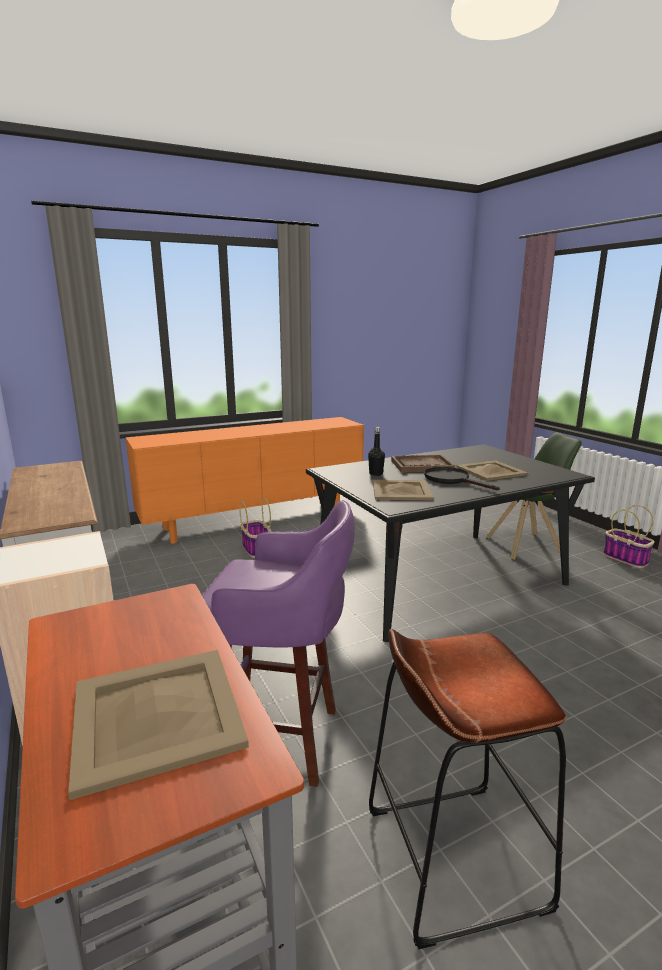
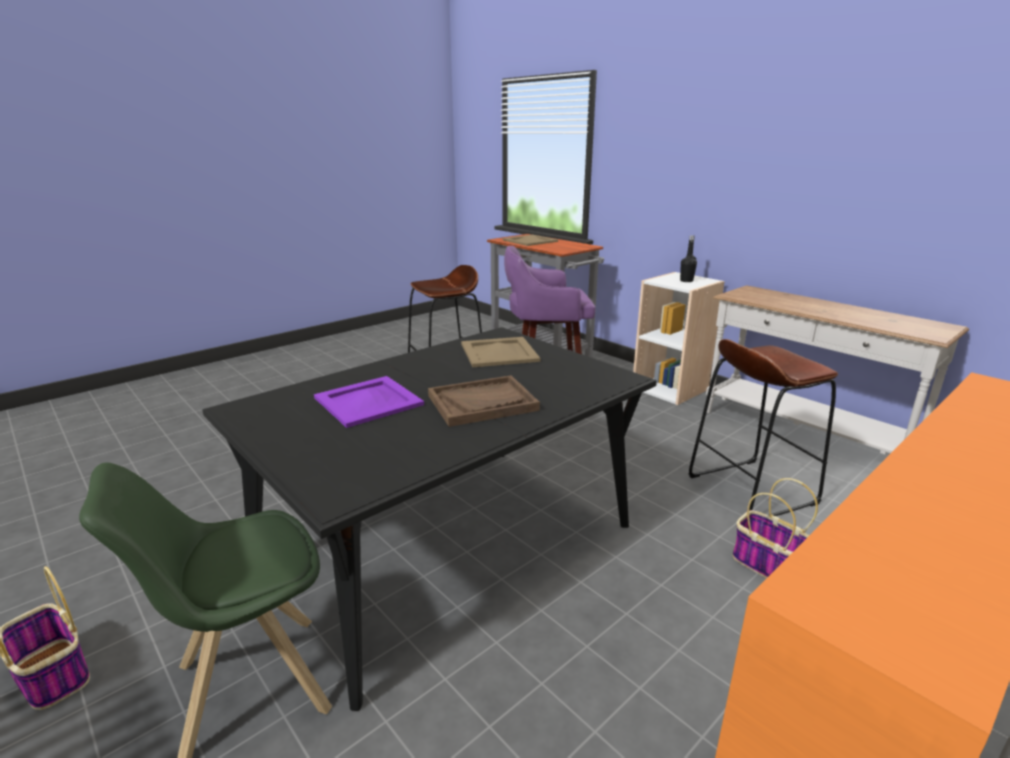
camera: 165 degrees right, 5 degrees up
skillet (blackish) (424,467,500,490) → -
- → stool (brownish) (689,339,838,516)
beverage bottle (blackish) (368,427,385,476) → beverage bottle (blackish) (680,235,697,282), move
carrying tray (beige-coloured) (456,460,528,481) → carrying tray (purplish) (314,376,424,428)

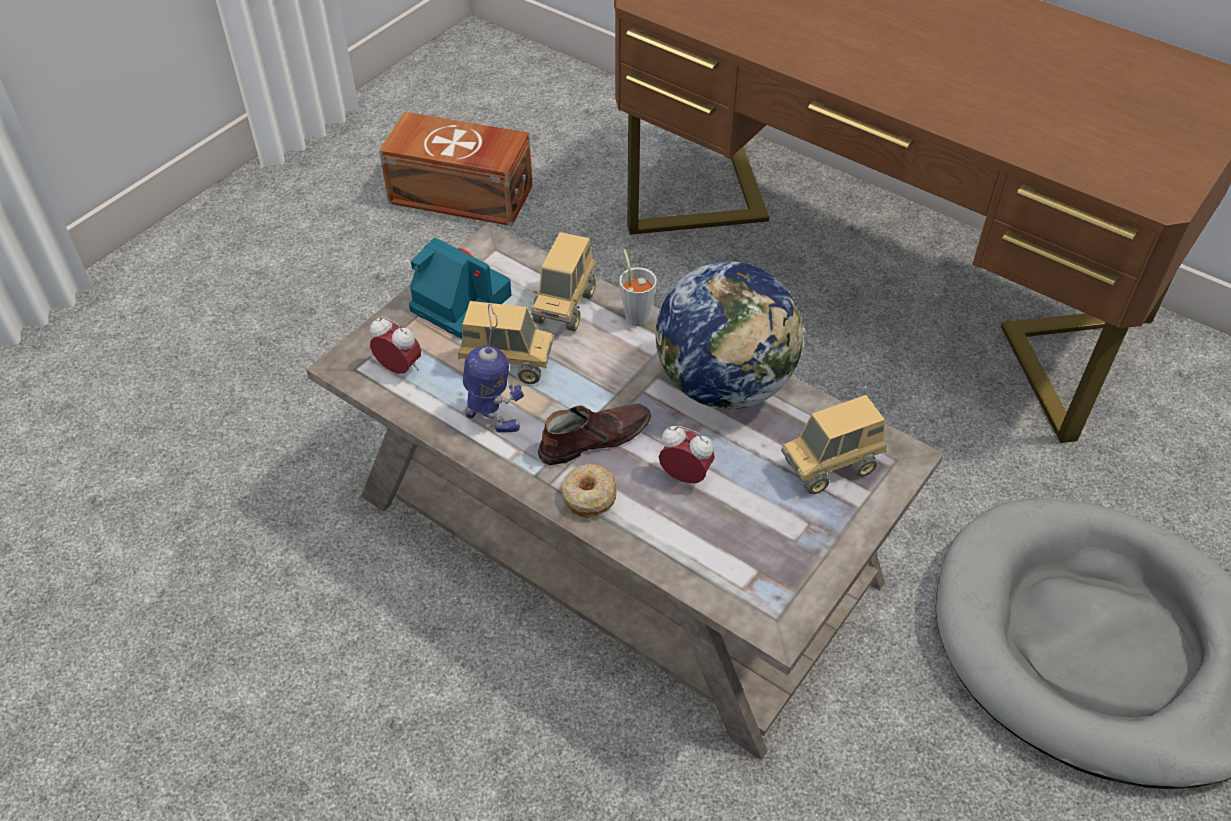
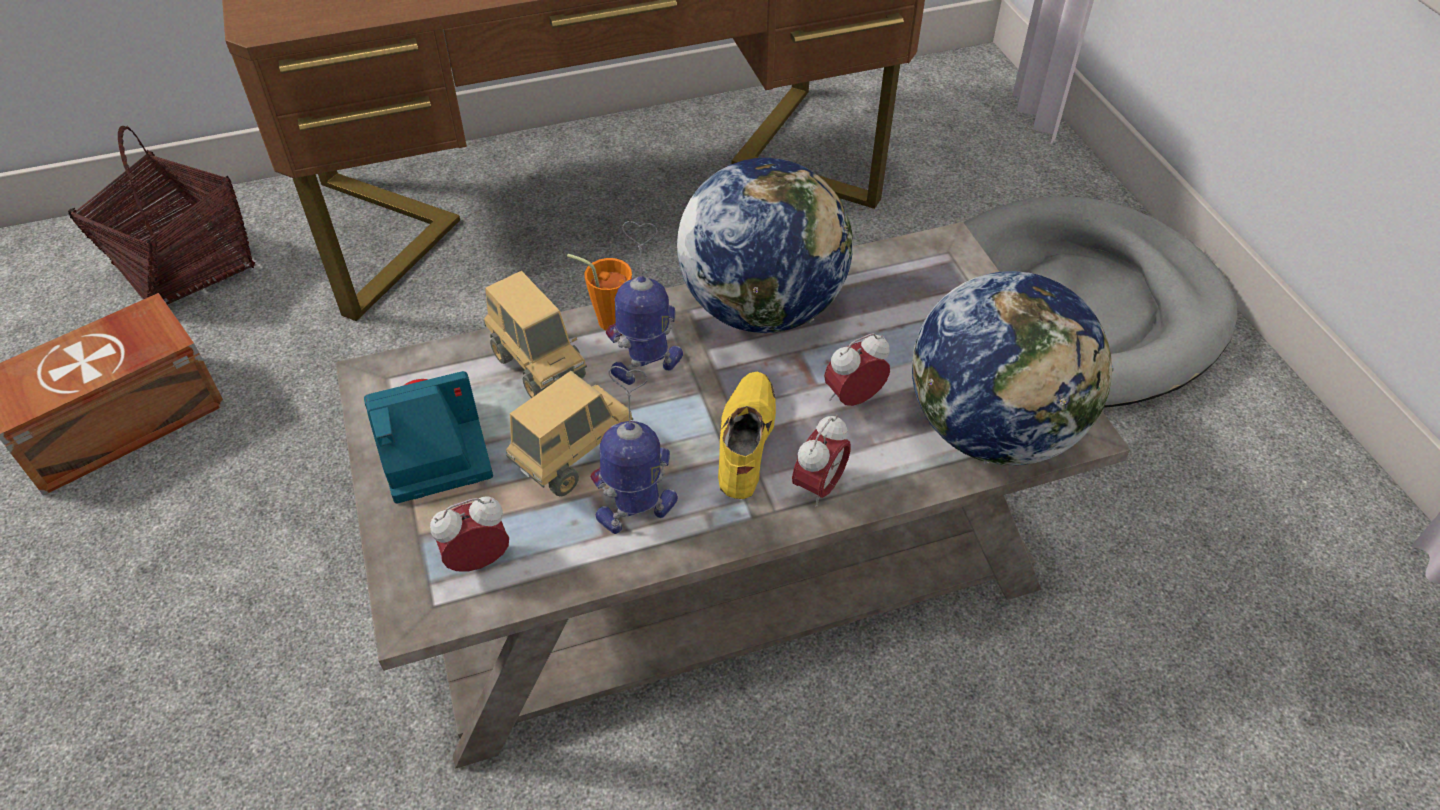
camera: 55 degrees left, 0 degrees up
toy lorry (781,395,887,494) → -
- → basket (68,126,255,304)
- → model robot (606,221,683,385)
- → globe (912,271,1114,466)
donut (561,464,617,518) → table clock (792,415,851,508)
item of footwear (brownish) (538,403,651,465) → item of footwear (yellow-coloured) (718,372,776,499)
drinking cup (gray) (619,249,657,326) → drinking cup (orange) (567,254,632,330)

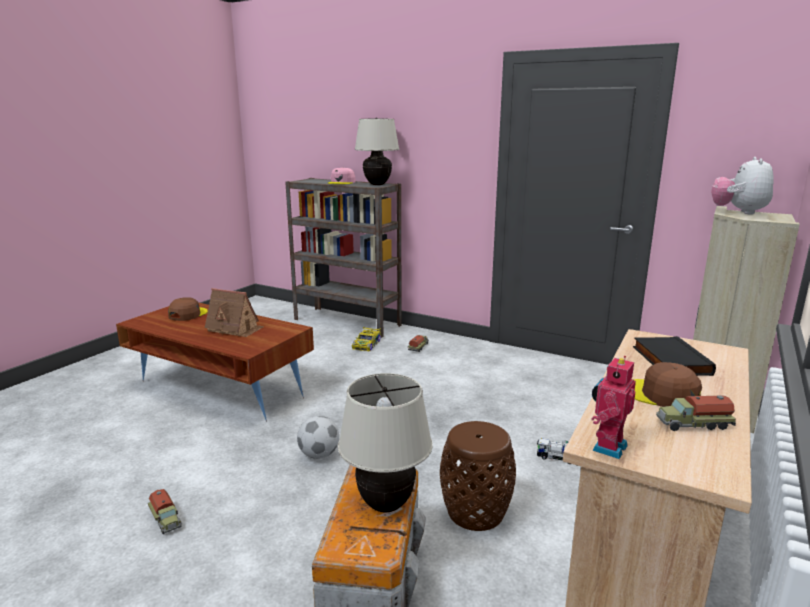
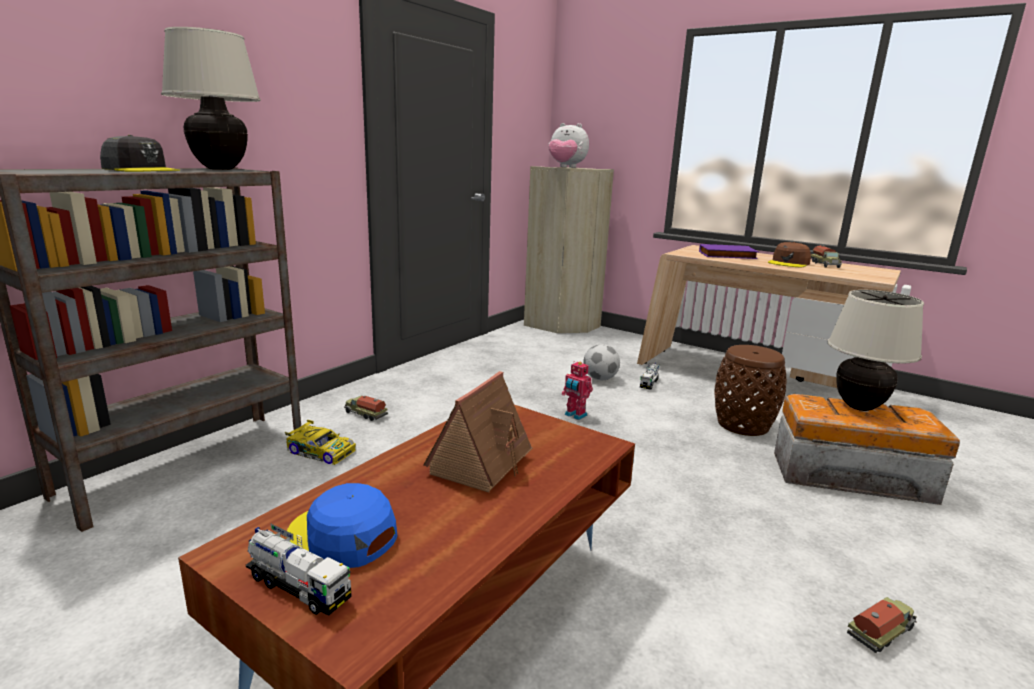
camera: 85 degrees left, 0 degrees up
- → toy lorry (246,523,352,616)
football ball (297,416,339,459) → football ball (583,344,620,380), move
model robot (591,356,636,459) → model robot (562,361,593,420), move
peaked cap (brownish) (168,297,208,321) → peaked cap (blue) (287,483,397,568)
peaked cap (pinkish) (327,167,356,184) → peaked cap (gray) (100,135,180,172)
book (blackish) (633,336,716,376) → book (purplish) (699,244,759,259)

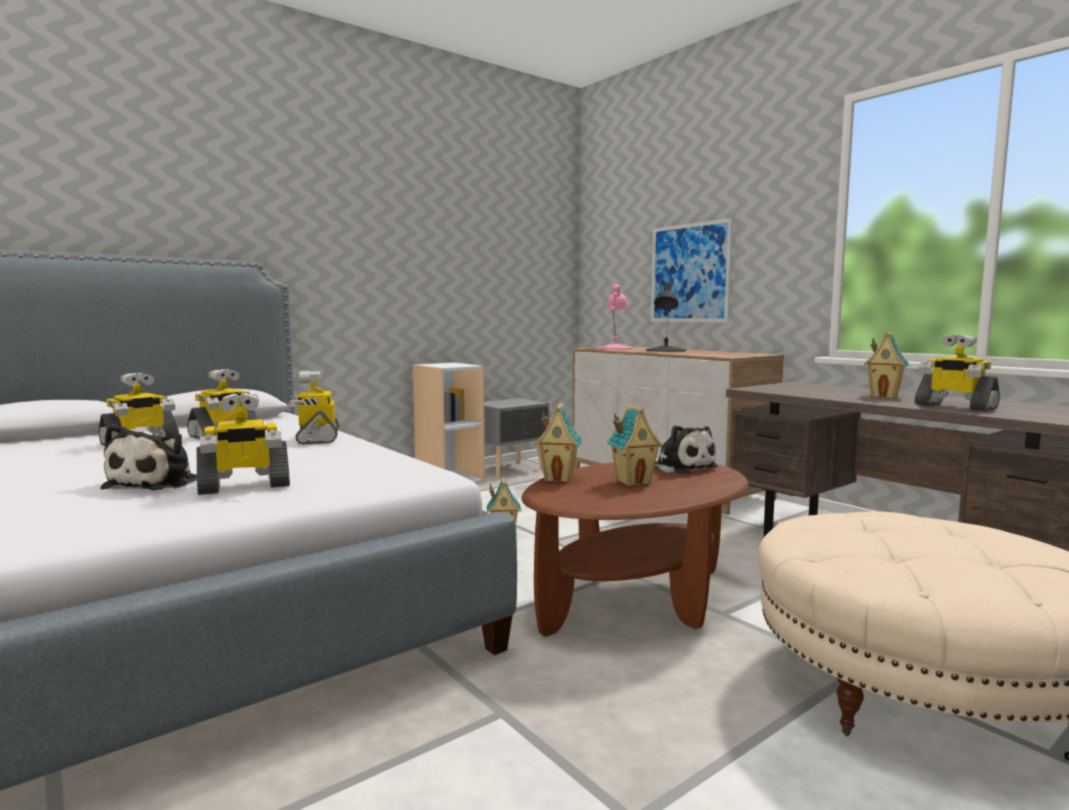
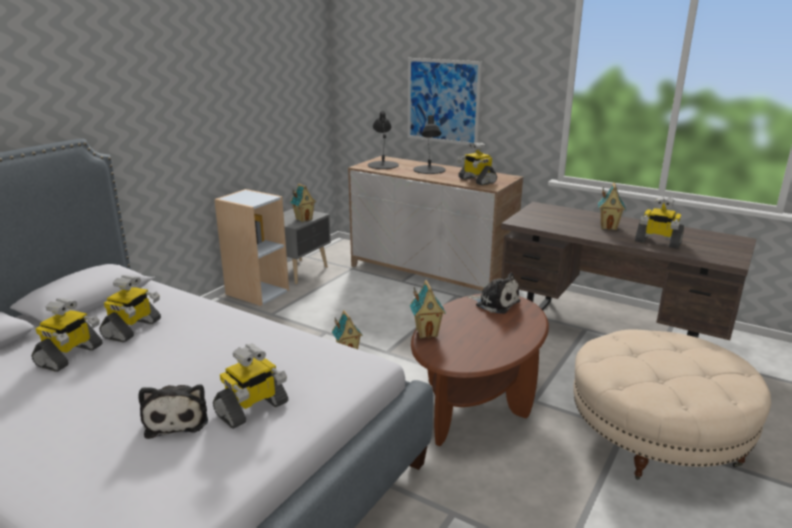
camera: 20 degrees left, 15 degrees up
model robot (286,371,339,445) → model robot (457,142,497,185), move
toy house (607,405,662,486) → toy house (290,183,316,222), move
tabletop lamp (pinkish) (597,284,634,349) → tabletop lamp (blackish) (368,111,399,169)

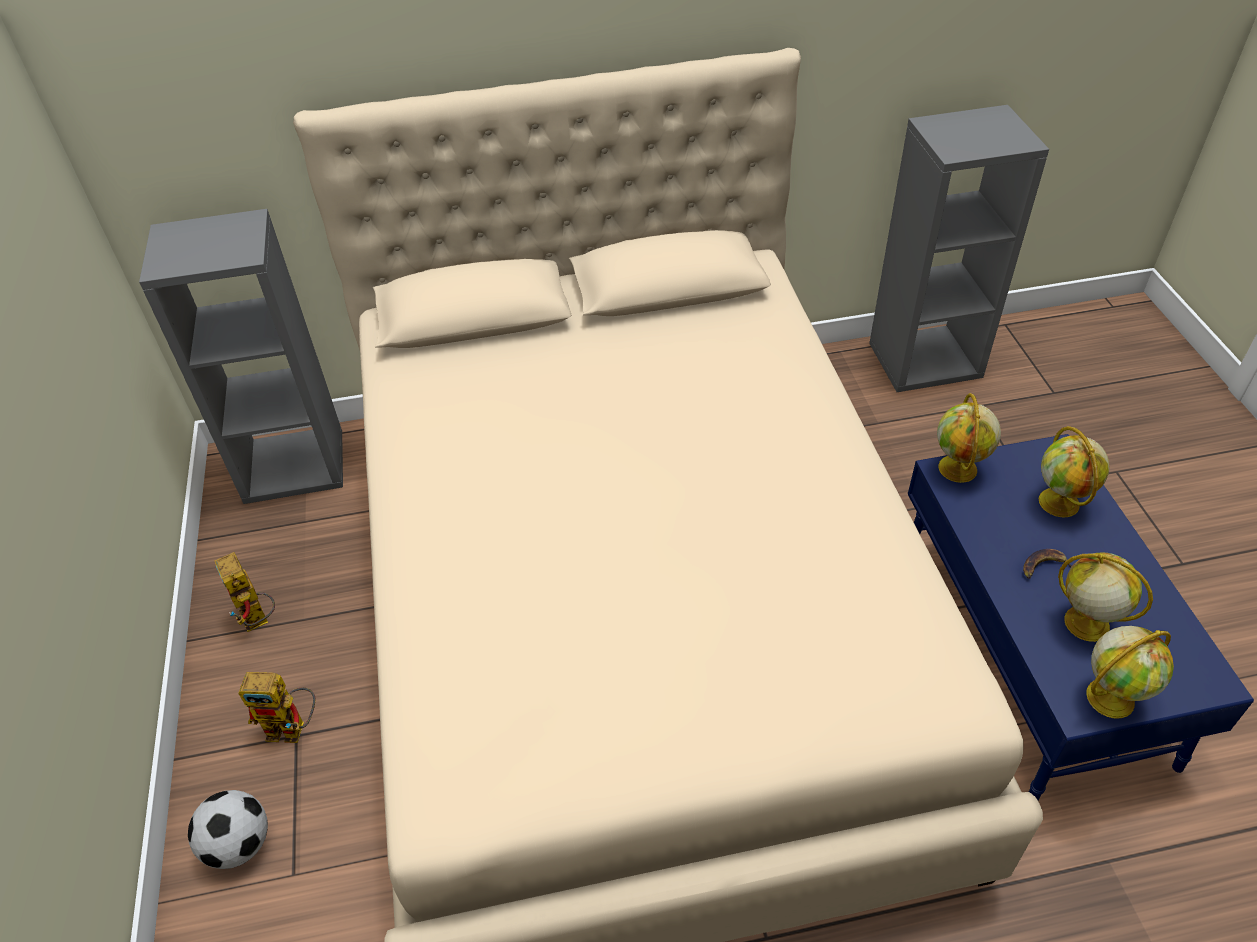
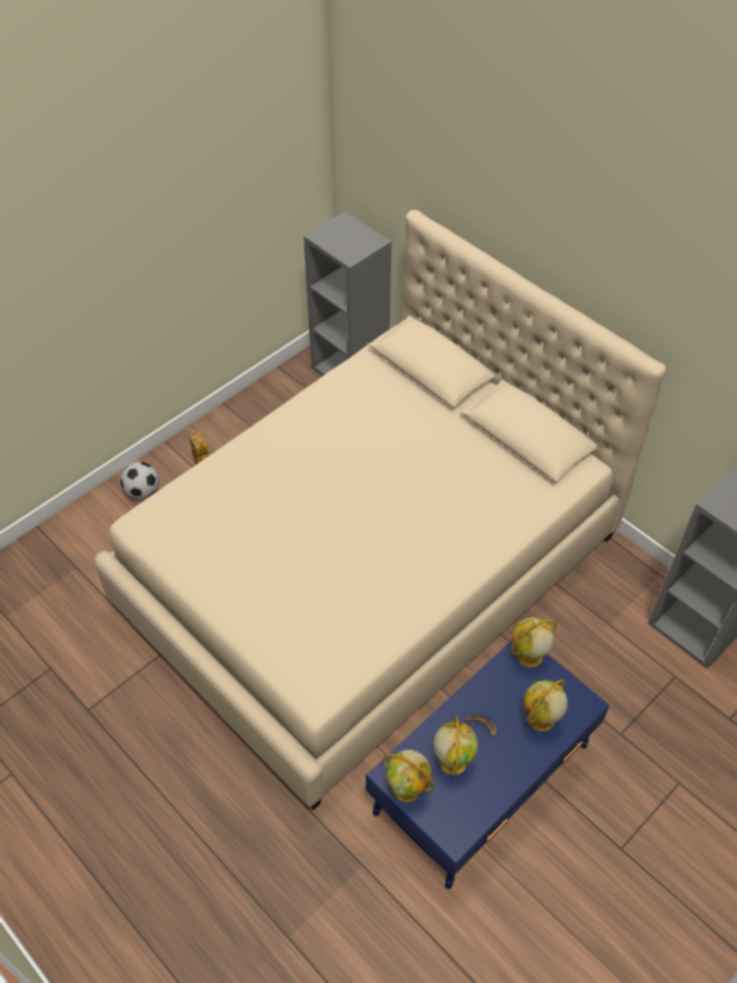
camera: 55 degrees right, 5 degrees up
model robot (214,552,275,632) → -

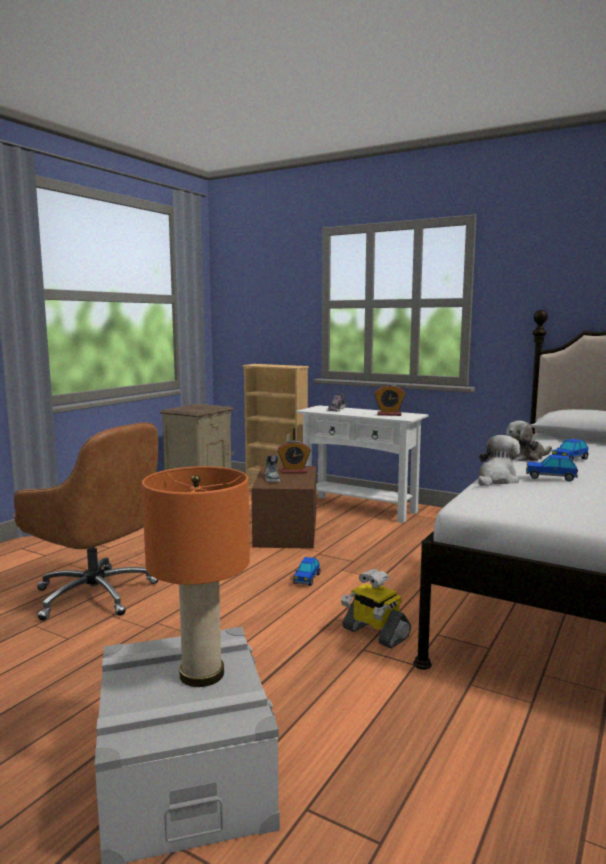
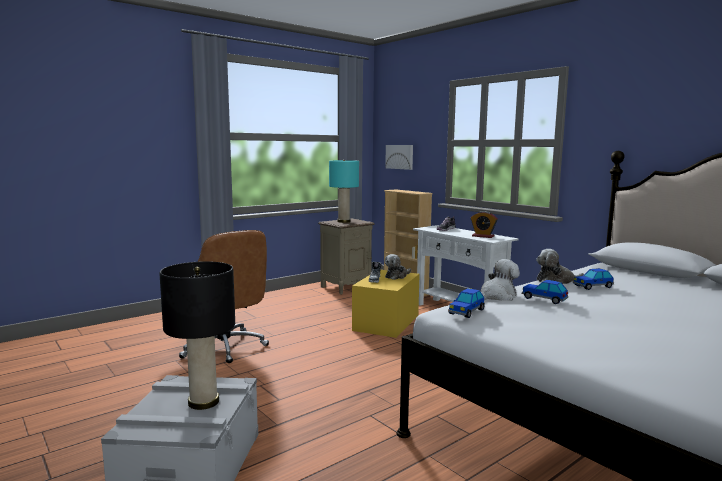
camera: 20 degrees right, 0 degrees up
model robot (341,569,411,649) → -
- → tabletop lamp (turquoise-coloured) (329,160,359,223)
- → picture (385,145,413,170)
toy car (293,557,320,586) → toy car (448,288,485,318), move
table clock (278,440,311,474) → soft toy (385,254,411,280)
tabletop lamp (orange) (142,466,250,687) → tabletop lamp (blackish) (159,261,235,410)
storage container (brownish) (251,466,316,549) → storage container (yellow-coloured) (352,270,420,338)

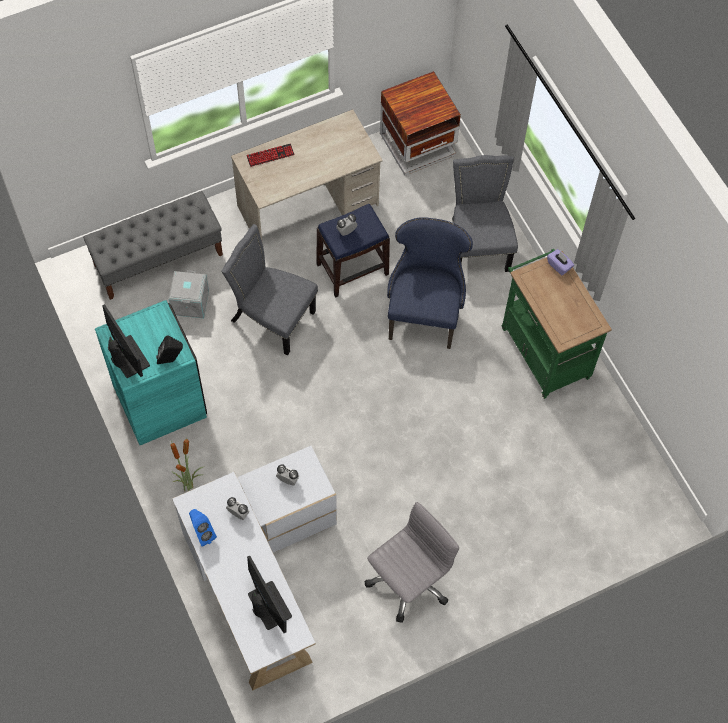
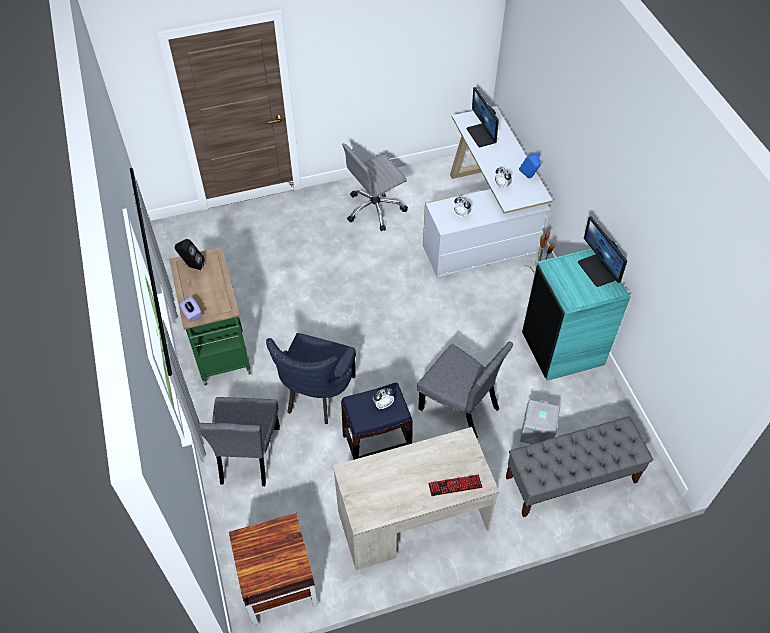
camera: 170 degrees left, 10 degrees down
speaker (blackish) (156,336,183,364) → speaker (blackish) (175,239,204,270), move

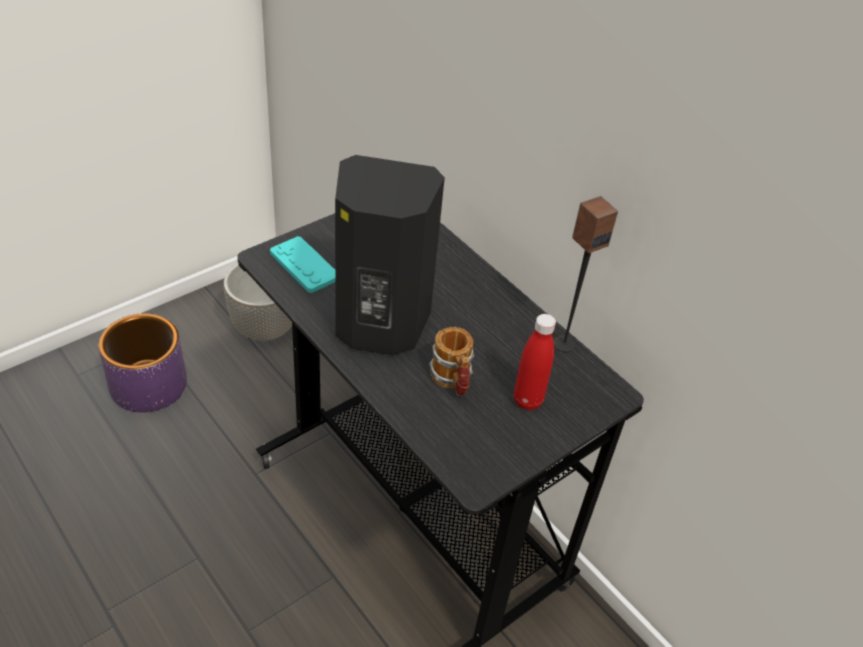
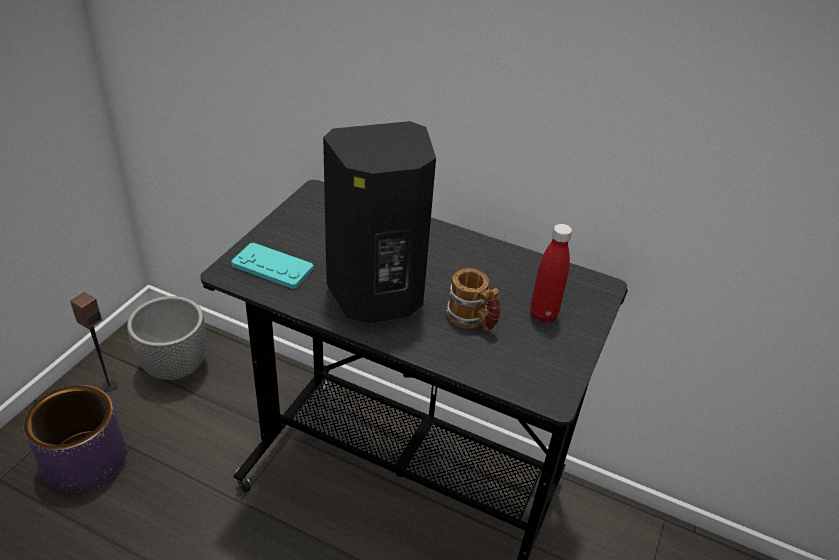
camera: 25 degrees left, 5 degrees down
speaker (553,196,618,352) → speaker (70,292,117,392), move

